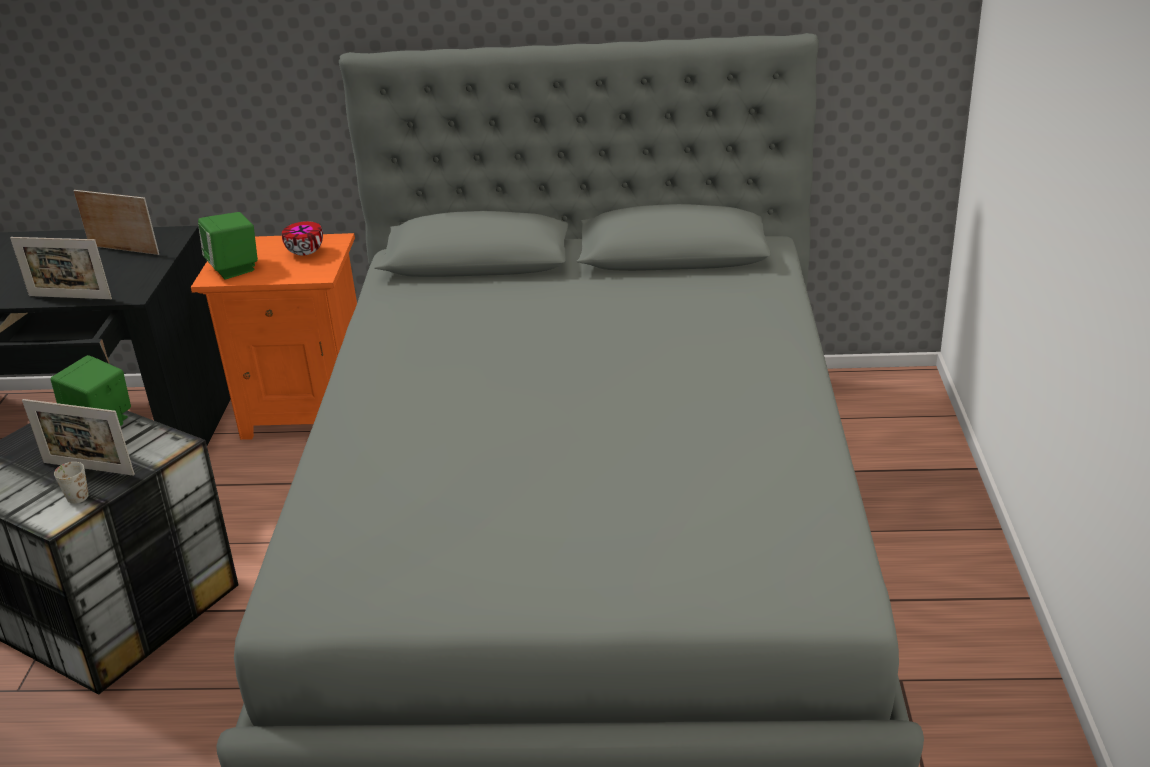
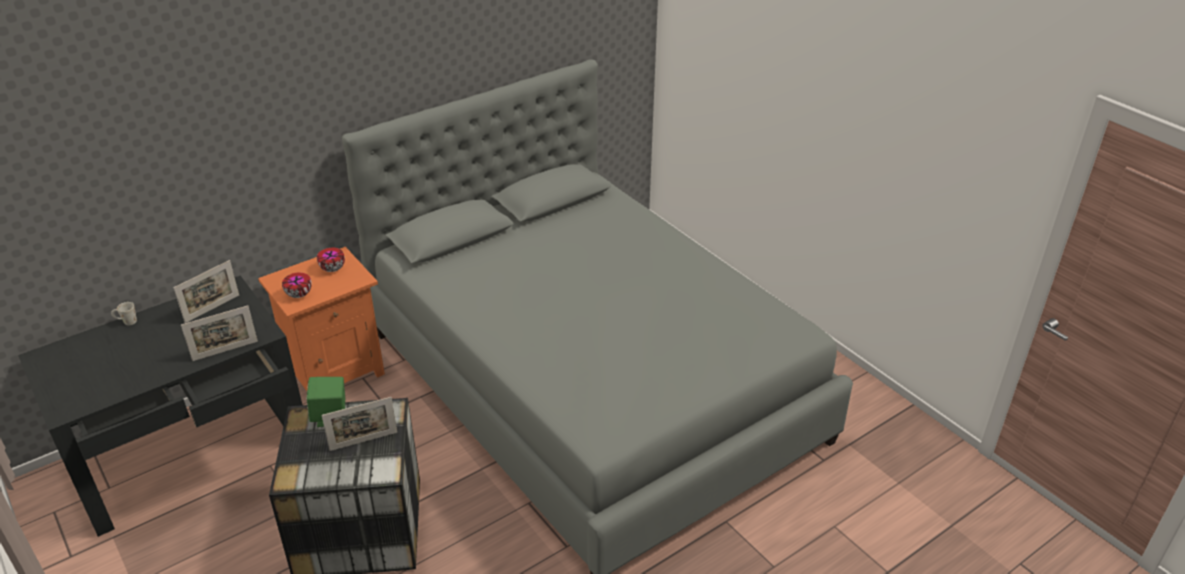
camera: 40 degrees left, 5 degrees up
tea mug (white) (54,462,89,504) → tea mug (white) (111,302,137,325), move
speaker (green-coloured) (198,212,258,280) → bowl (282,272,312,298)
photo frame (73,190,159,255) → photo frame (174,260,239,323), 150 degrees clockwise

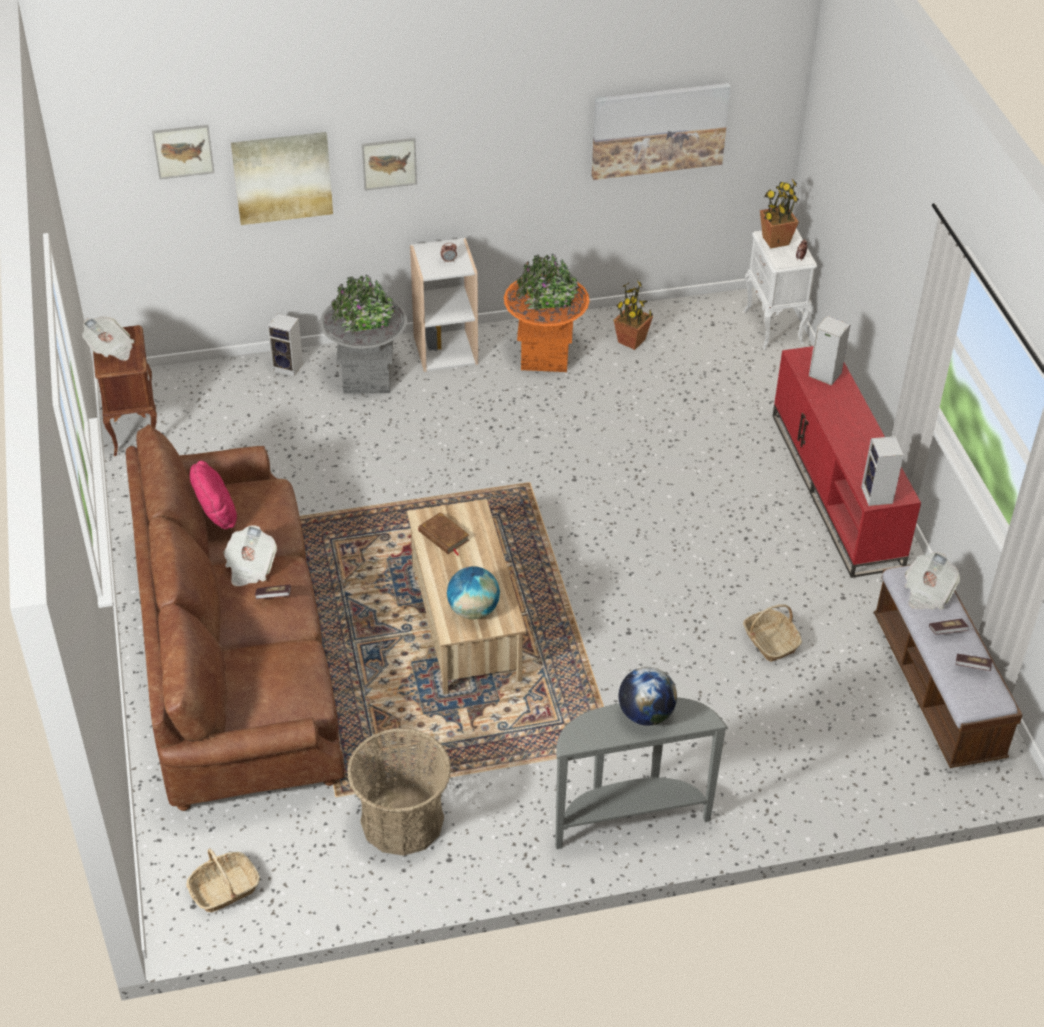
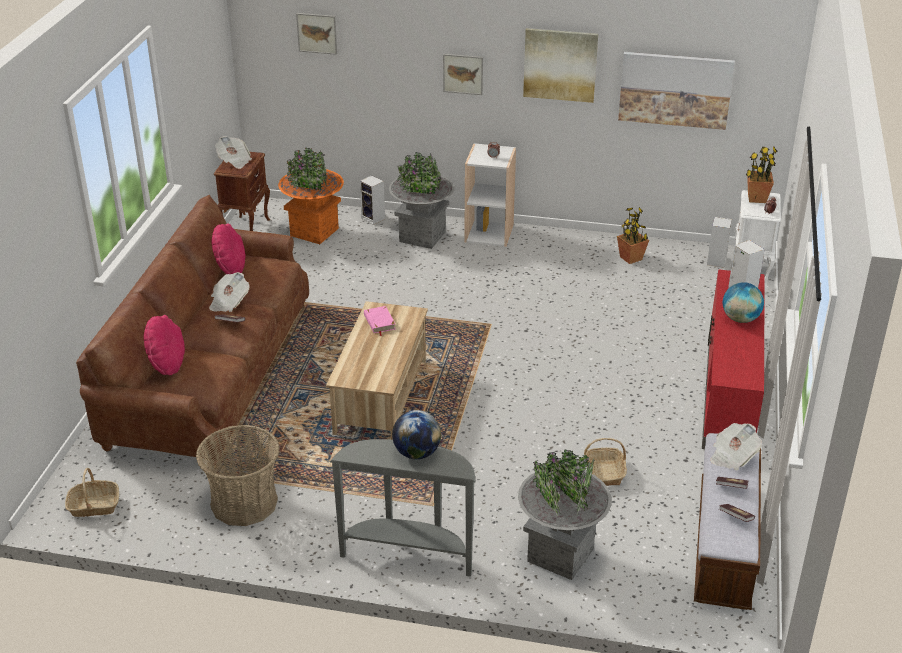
camera: 25 degrees right, 10 degrees down
- → cushion (pinkish) (144,315,185,375)
- → planter (gray) (518,450,612,580)
picture (231,132,333,225) → picture (523,28,598,103), move
globe (447,566,500,619) → globe (723,282,764,323), move
planter (orange) (504,253,589,372) → planter (orange) (278,148,344,244), move
speaker (861,436,904,506) → speaker (707,217,732,268), move
book (brownish) (418,512,470,556) → book (pinkish) (364,306,395,336)

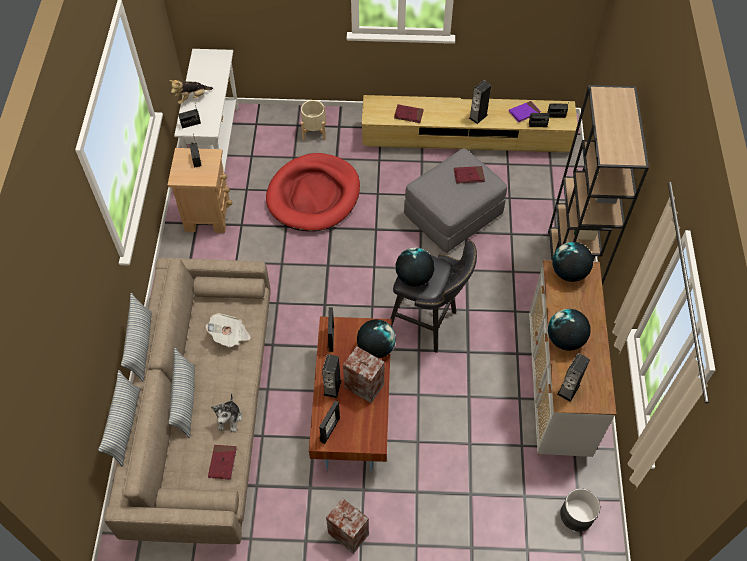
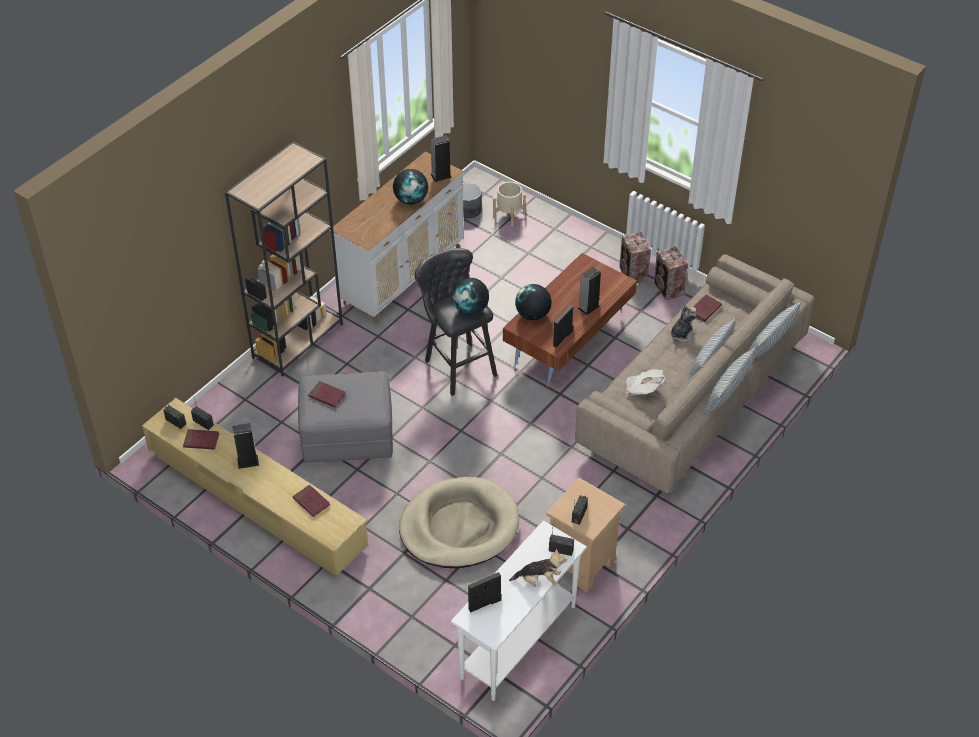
camera: 145 degrees left, 10 degrees down
globe (552,242,593,282) → -
planter (beige-coloured) (301,100,326,140) → planter (beige-coloured) (493,182,526,227), move
photo frame (319,400,340,444) → photo frame (468,572,502,613), move
speaker (343,346,385,403) → speaker (654,246,688,300), move
dog bed (red-coloured) (266,153,360,231) → dog bed (beige-coloured) (399,477,519,568)
book (purplish) (509,101,541,122) → book (red-coloured) (183,429,219,450)

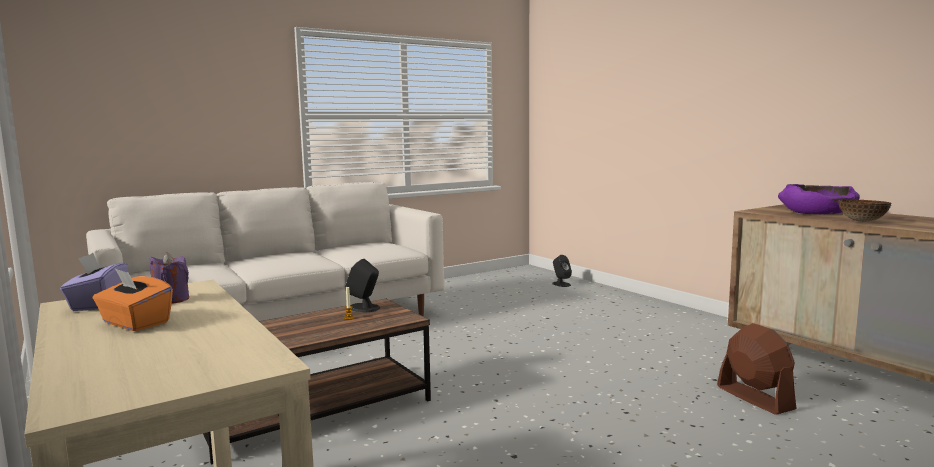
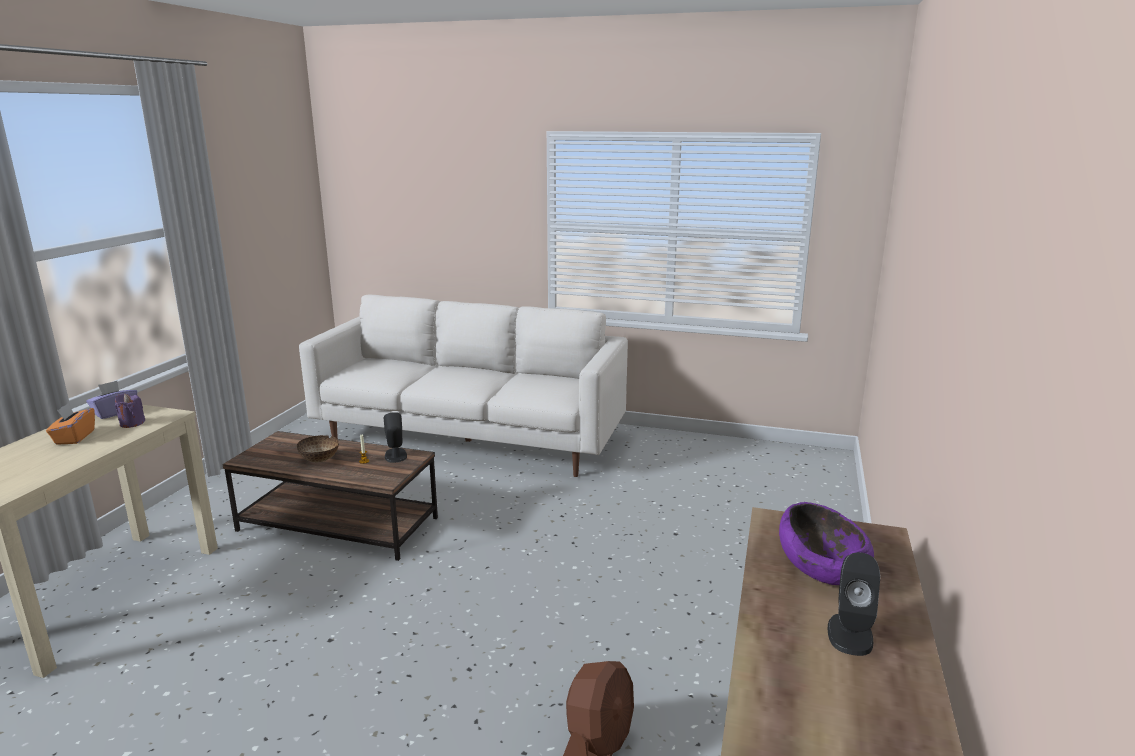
camera: 50 degrees right, 10 degrees up
speaker (blackish) (552,255,572,287) → speaker (blackish) (828,552,880,656), move
bowl (838,199,891,222) → bowl (297,435,339,462), move

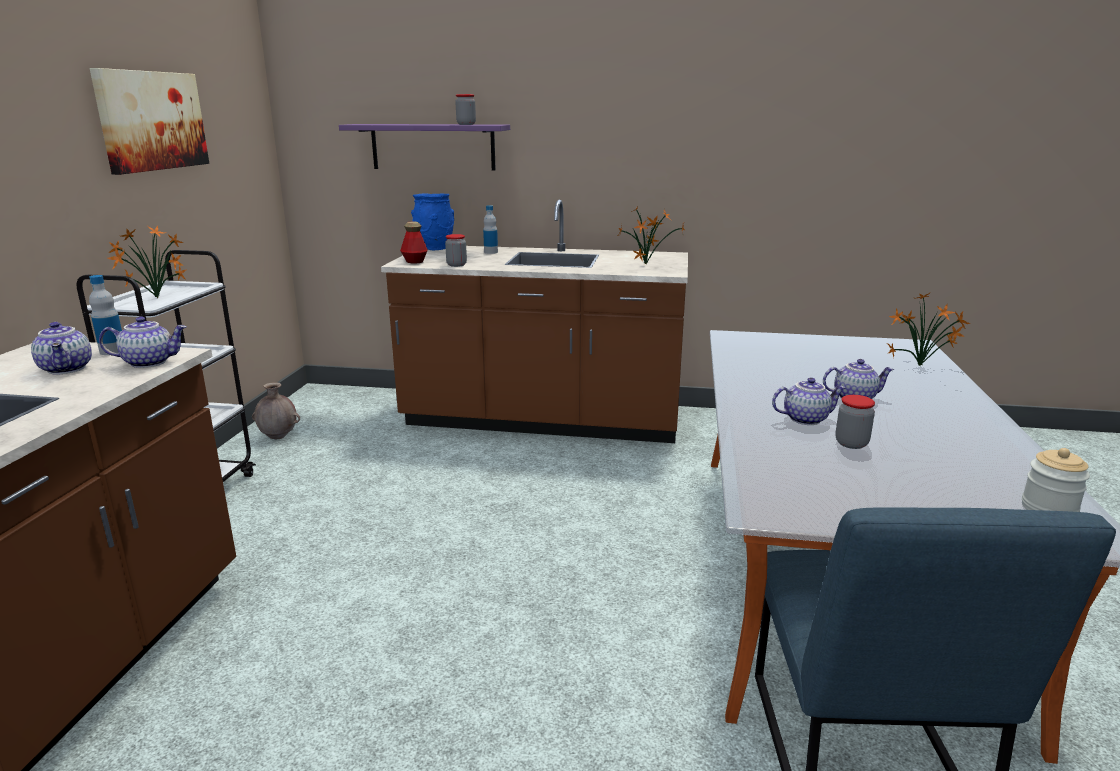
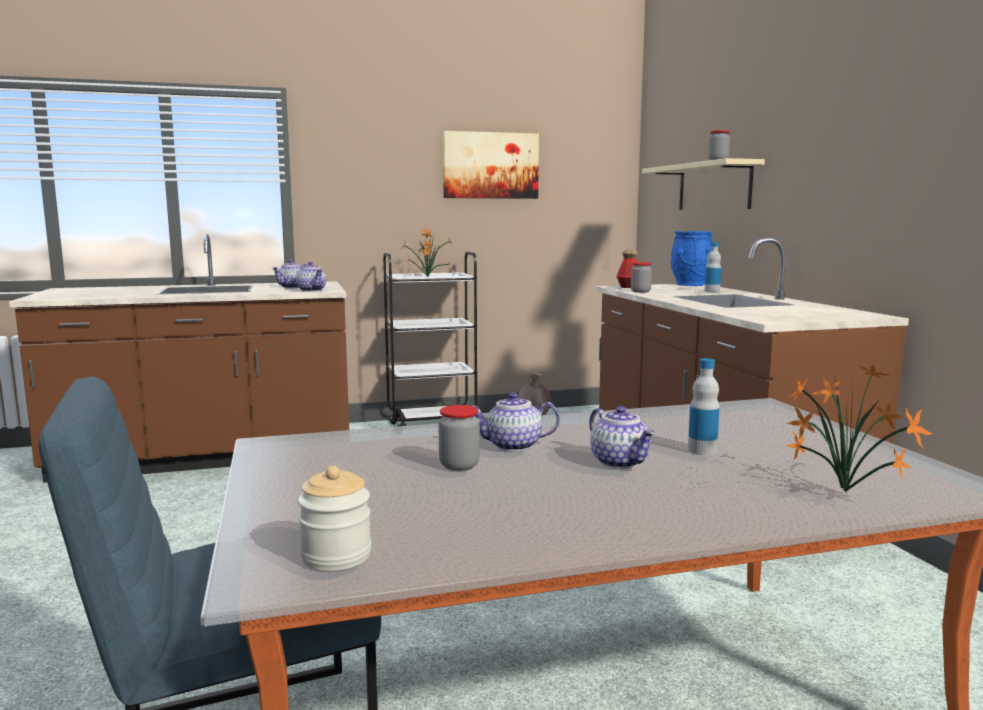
camera: 65 degrees right, 10 degrees down
plant in a pot (618,207,685,265) → -
beverage bottle (89,275,122,355) → beverage bottle (688,358,720,455), move
bracket shelf (purplish) (339,124,510,171) → bracket shelf (beige-coloured) (642,158,765,210)
teapot (772,377,846,425) → teapot (473,393,560,452), 120 degrees clockwise

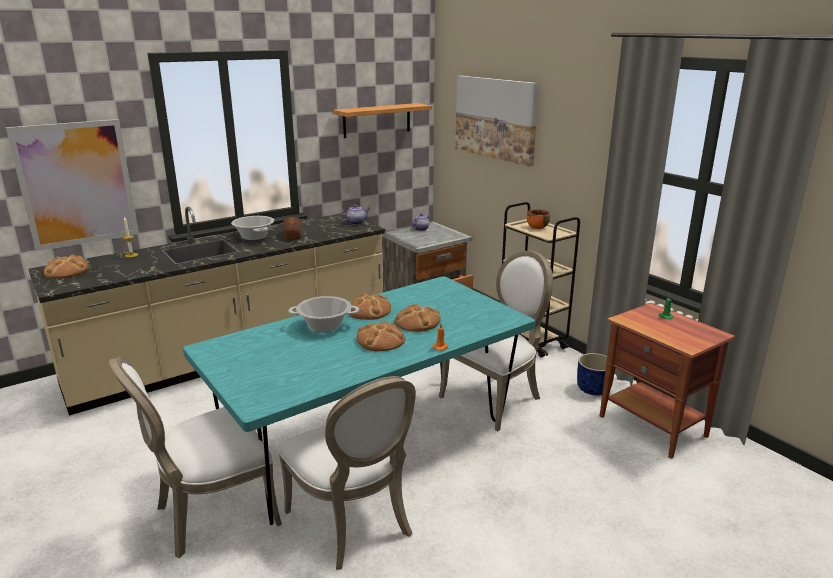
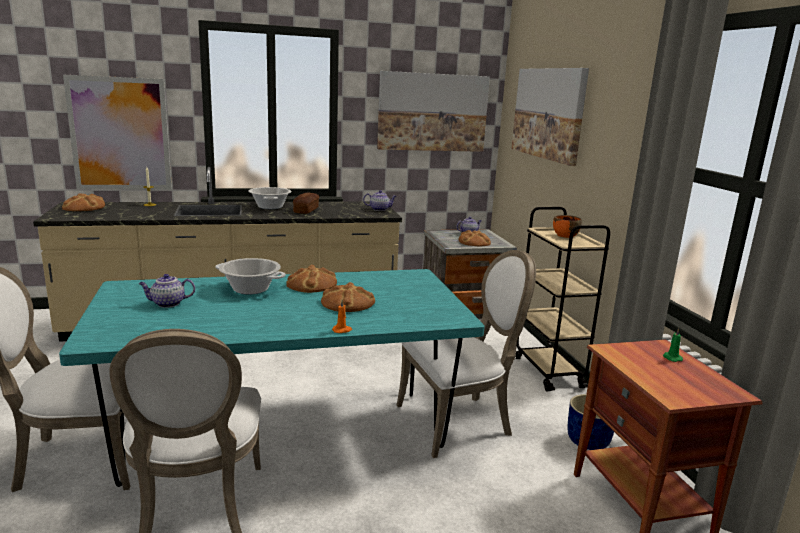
camera: 20 degrees right, 5 degrees down
- → teapot (138,274,195,308)
bakery bread (357,321,405,351) → bakery bread (458,230,491,246), move
bracket shelf (333,103,432,138) → picture (377,71,490,152)

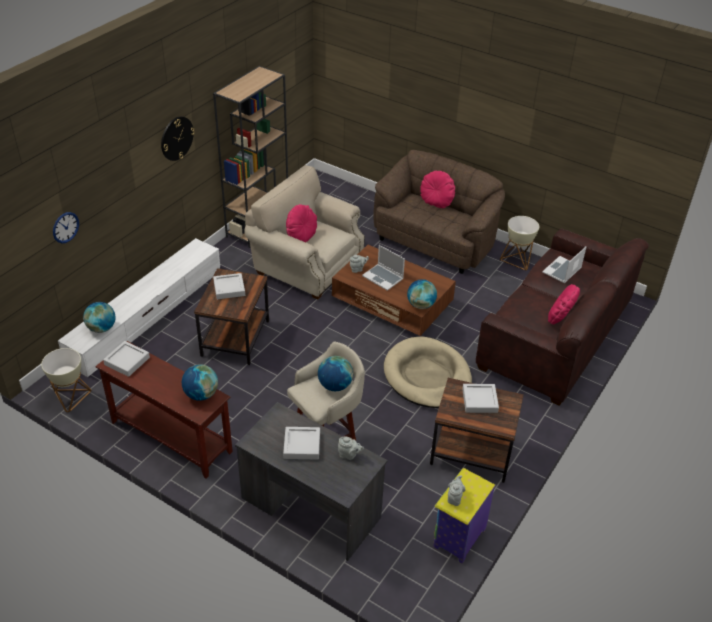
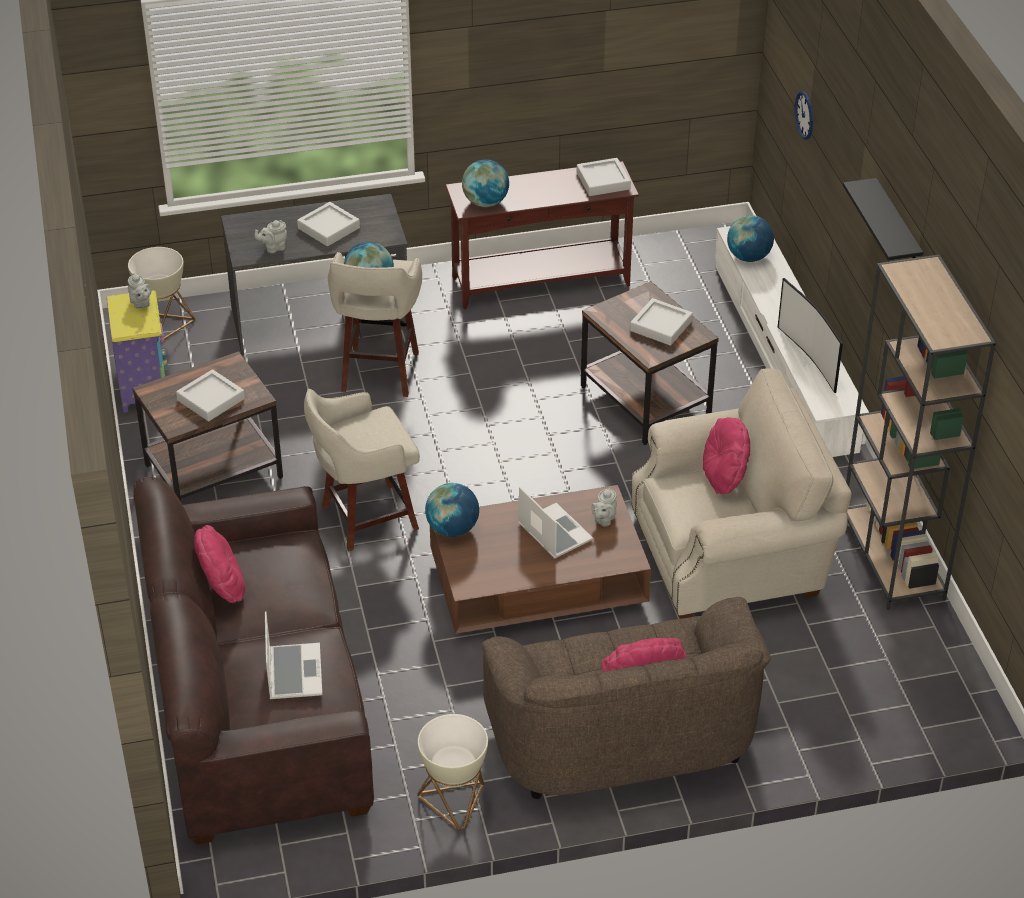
camera: 135 degrees right, 0 degrees up
- → TV (778,278,843,393)
planter (41,348,92,412) → planter (128,247,195,339), move
wall clock (161,116,195,161) → bracket shelf (blackish) (843,178,924,260)
dog bed (beige-coloured) (384,337,472,408) → stool (beige-coloured) (304,389,420,552)
portable computer (362,245,405,291) → portable computer (518,487,593,558), 60 degrees clockwise

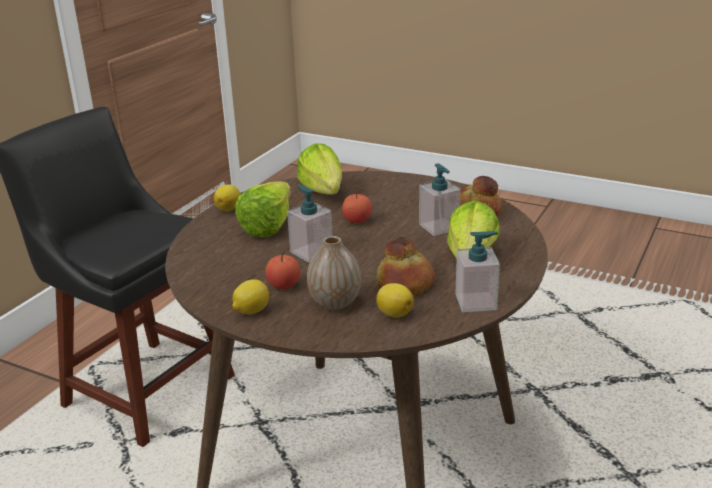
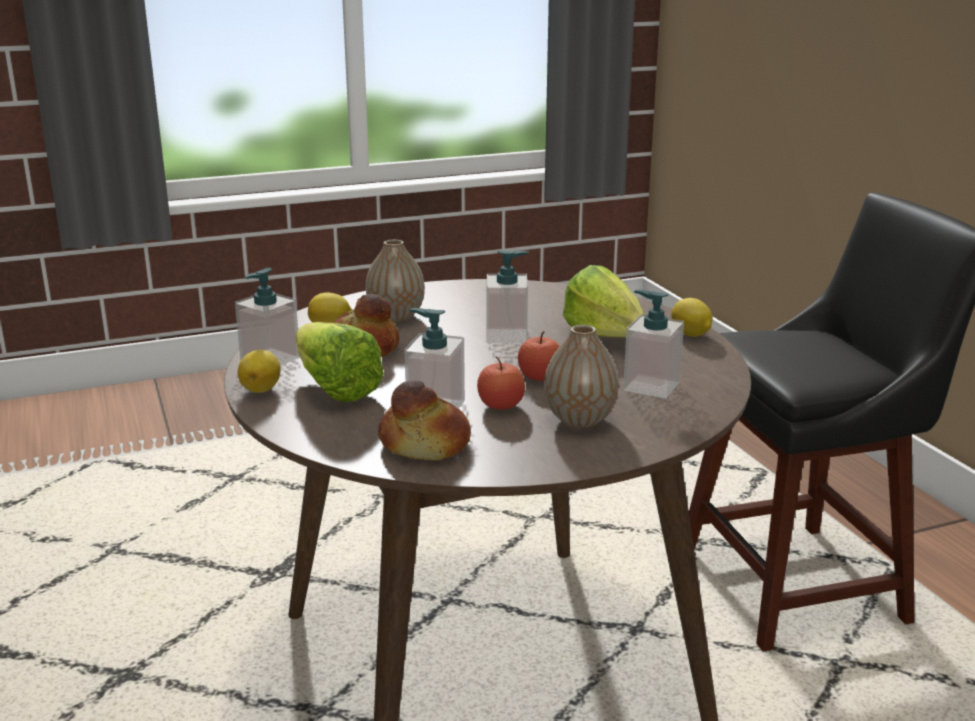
camera: 130 degrees right, 5 degrees down
- → decorative vase (544,325,619,428)
whole lemon (232,279,269,314) → whole lemon (238,350,281,393), move
apple (265,252,300,289) → apple (477,356,525,410), move
lettuce head (297,143,342,195) → soap dispenser (623,290,684,398)

